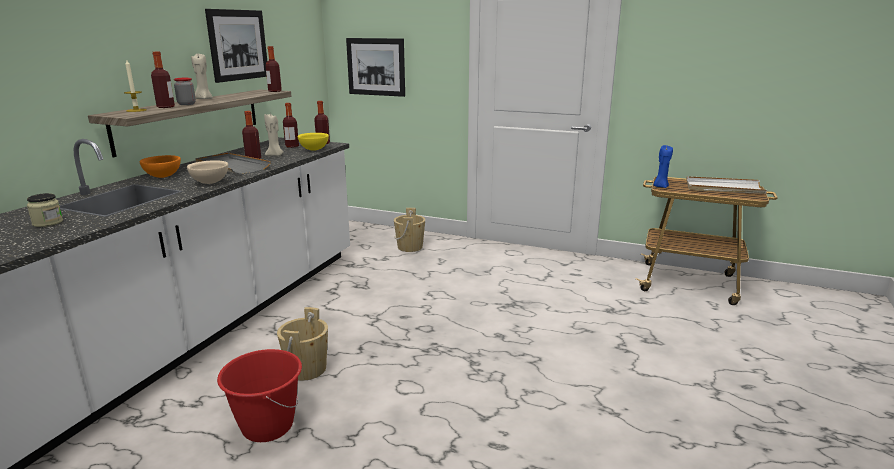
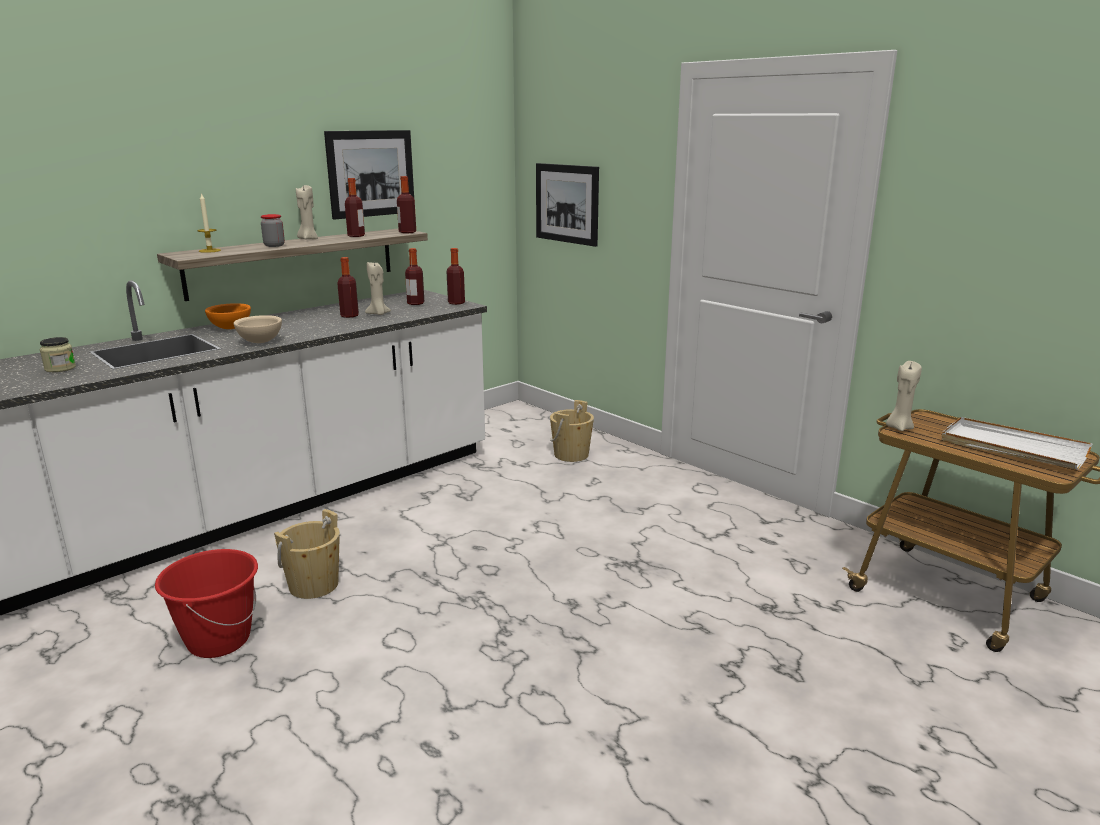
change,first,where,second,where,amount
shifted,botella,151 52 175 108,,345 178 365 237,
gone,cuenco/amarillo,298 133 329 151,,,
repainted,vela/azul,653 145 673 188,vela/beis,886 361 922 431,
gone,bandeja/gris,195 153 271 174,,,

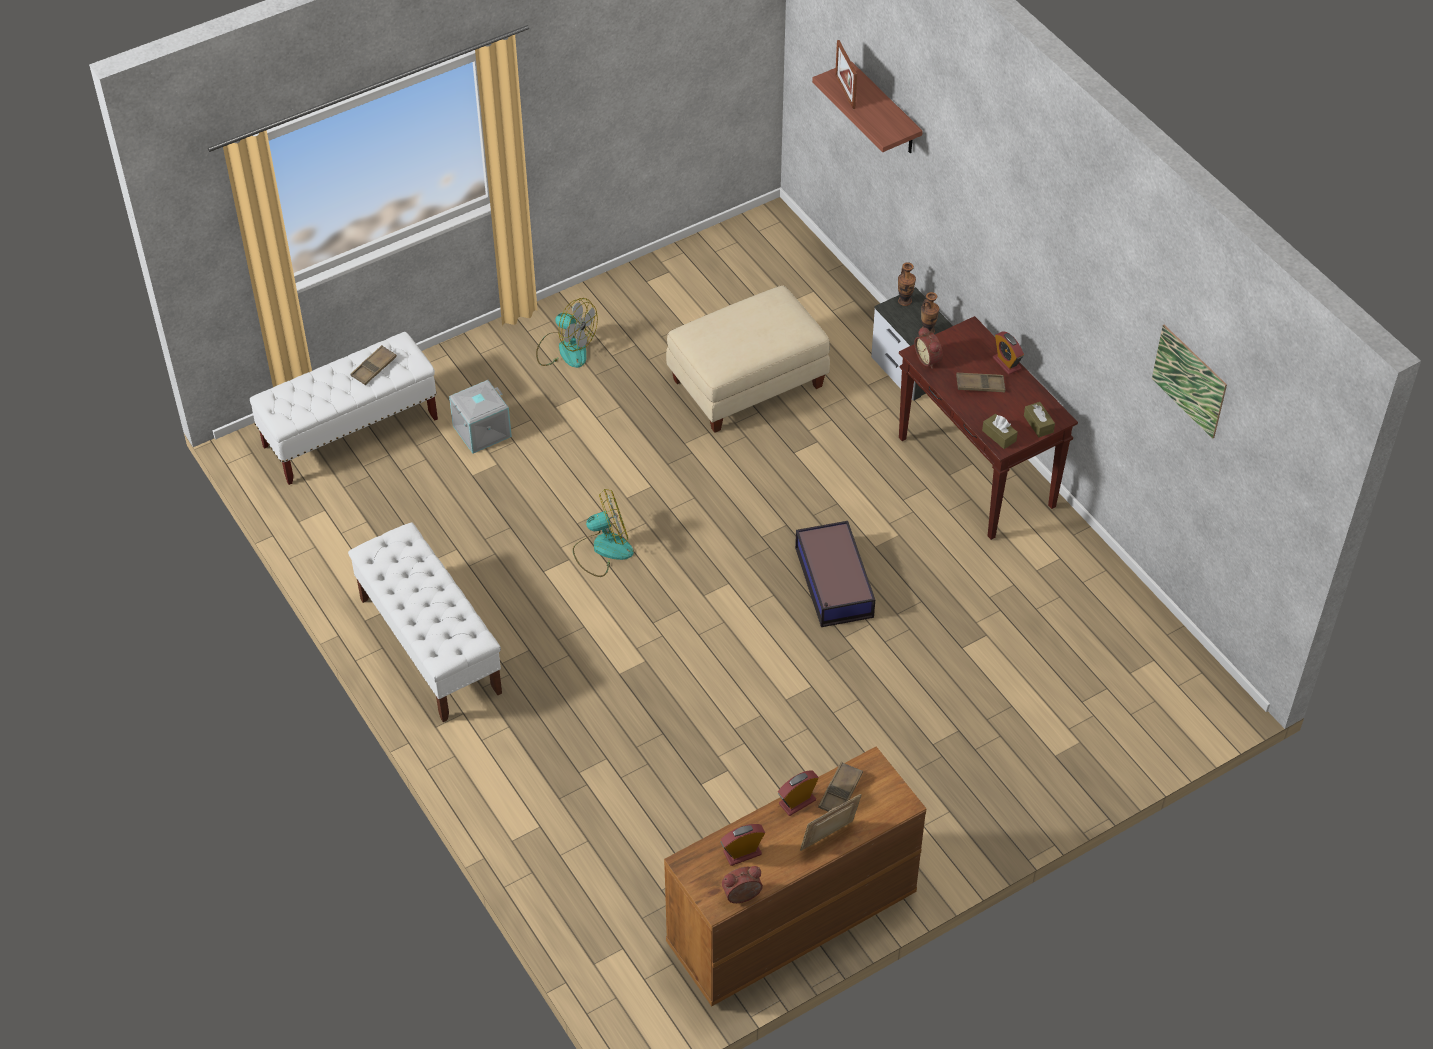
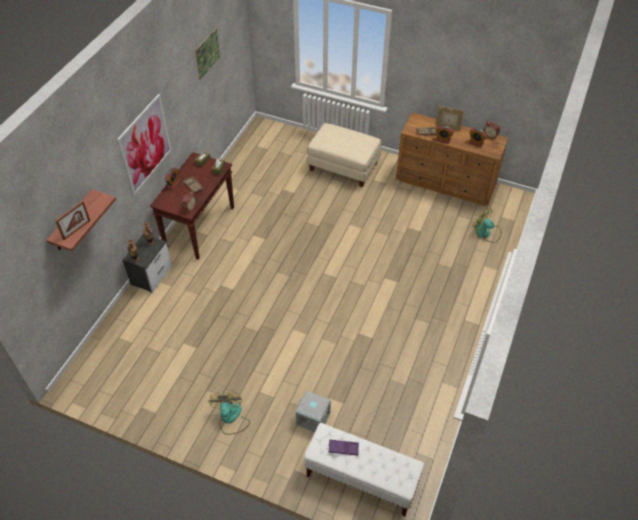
change,first,where,second,where,amount
shifted,puf/beis,666 285 830 433,,307 123 381 187,
repainted,bandeja/marrón,350 345 397 385,bandeja/morado,329 440 359 456,
shifted,ventilador,573 489 634 577,,472 208 502 243,
gone,caja de almacenaje,795 521 875 627,,,
gone,banco/blanco,348 522 502 722,,,
new,,,cuadro,117 94 172 195,

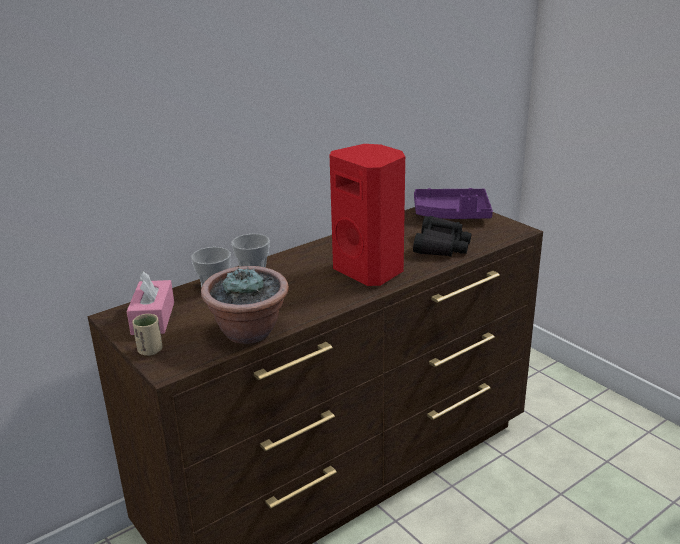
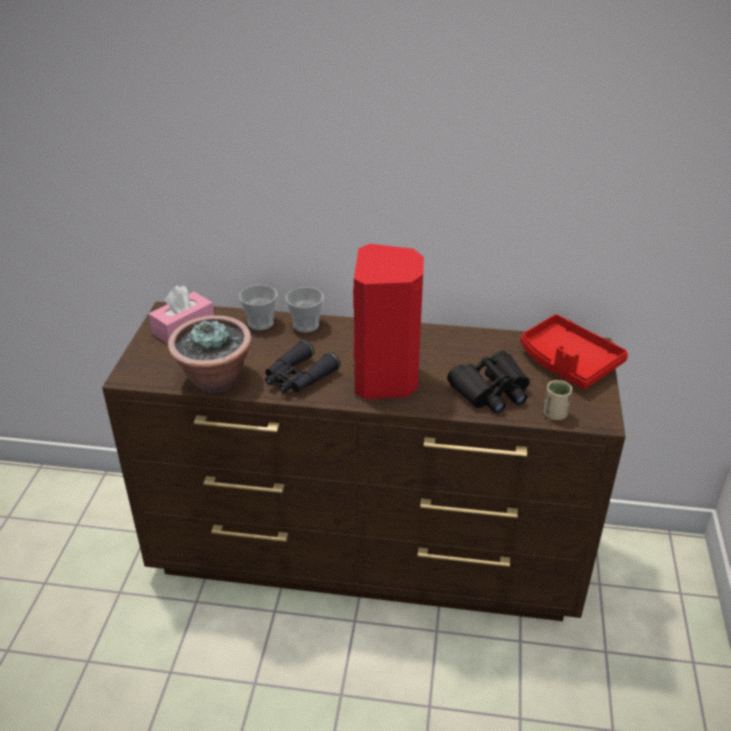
change,first,where,second,where,amount
repainted,bandeja/morado,414 188 493 219,bandeja/rojo,521 314 628 389,
shifted,taza/beis,132 314 163 356,,544 380 572 420,
new,,,prismáticos/negro,265 339 341 393,

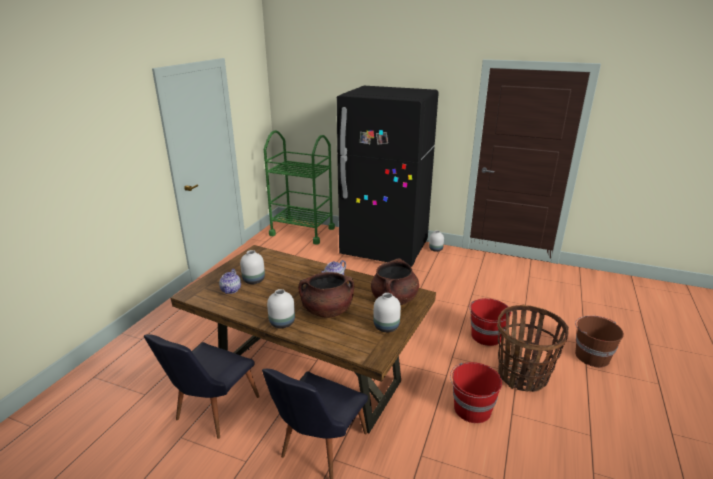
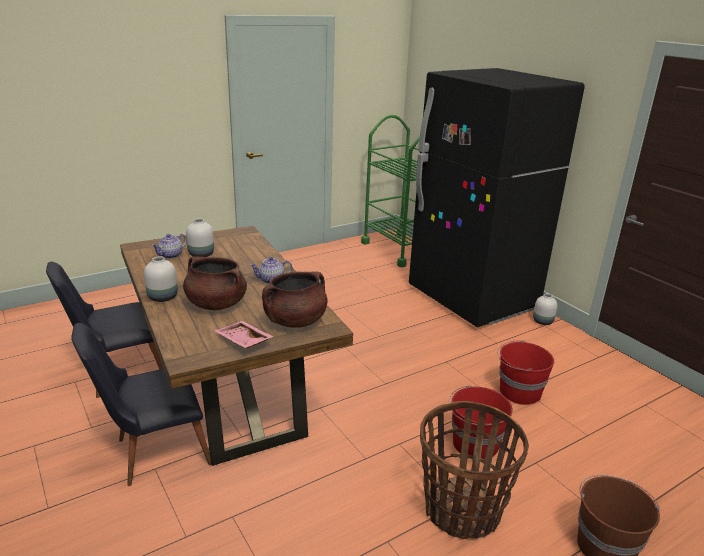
change,first,where,second,where,amount
swapped,florero/blanco,373 293 401 332,bandeja/rosa,214 321 274 348,
shifted,cubo/rojo,450 362 502 423,,497 340 554 405,

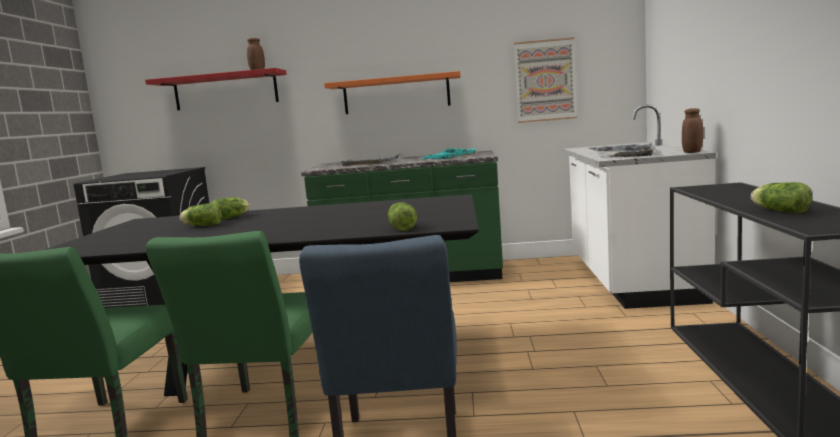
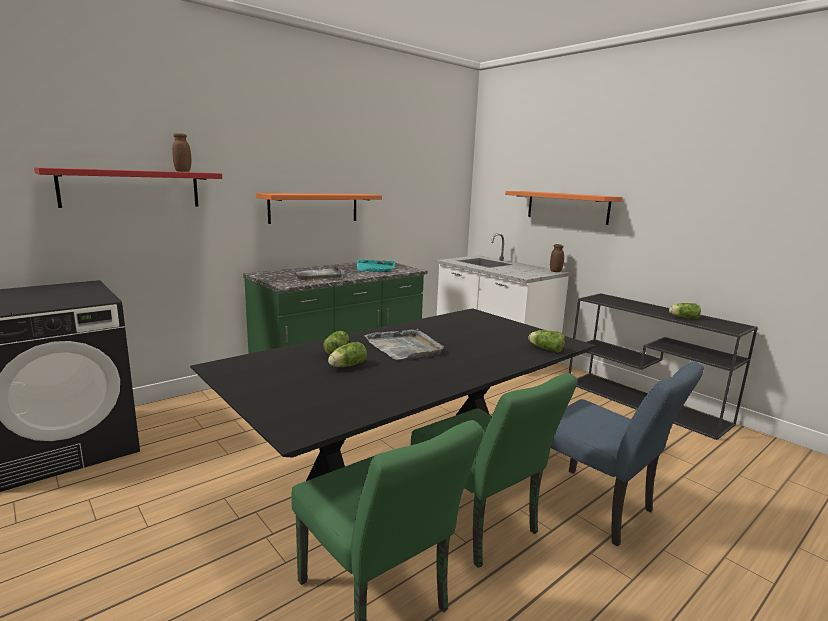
change,first,where,second,where,amount
gone,cuadro,514 37 577 123,,,
shifted,bandeja/gris,596 143 656 157,,364 329 444 360,
new,,,estante/naranja,505 191 622 225,

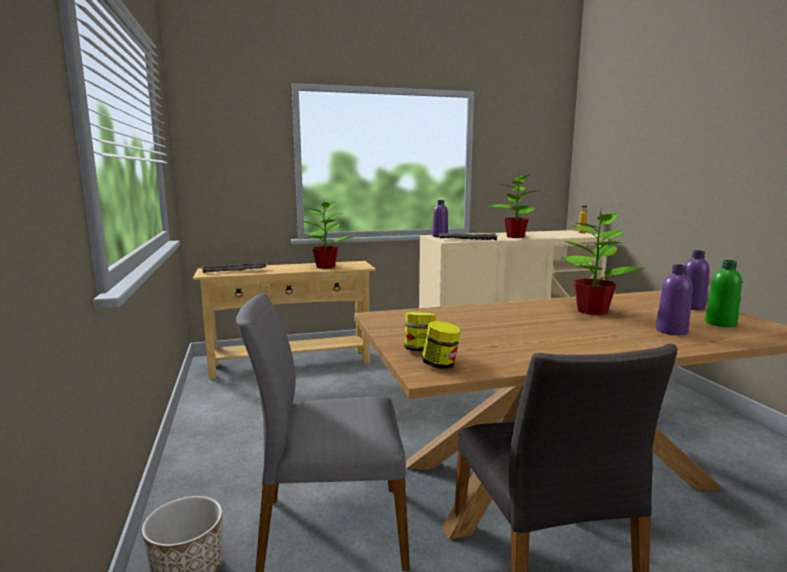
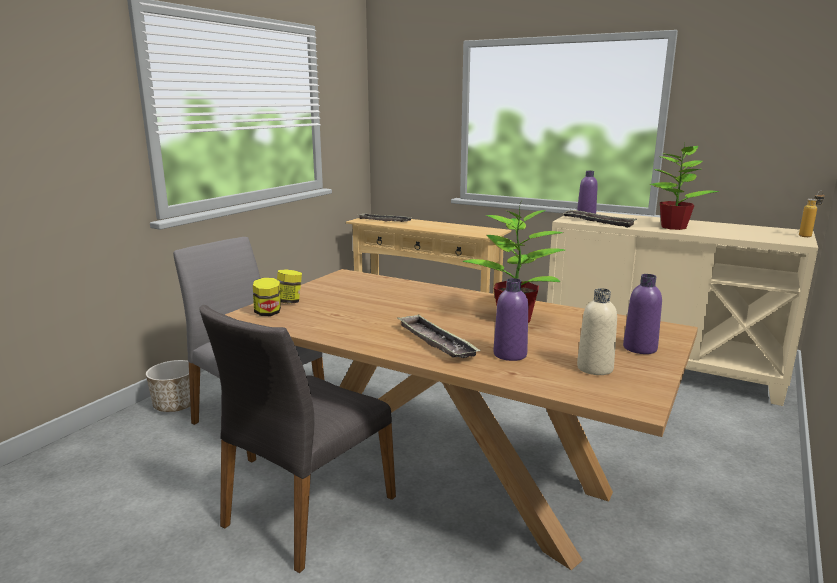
change,first,where,second,where,amount
gone,planta en maceta,303 202 355 269,,,
repainted,botella/verde,705 260 742 327,botella/beis,577 288 617 375,
new,,,bandeja,397 315 481 358,

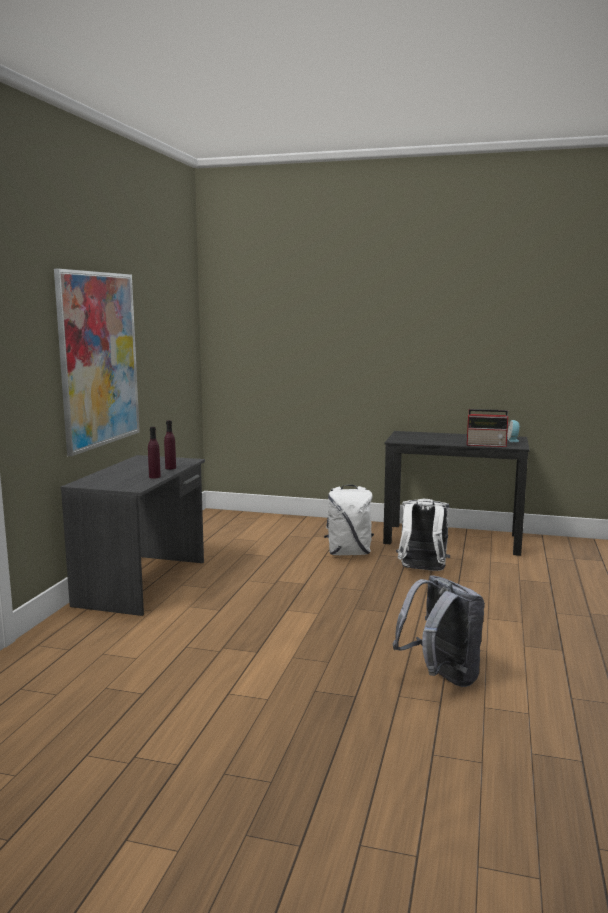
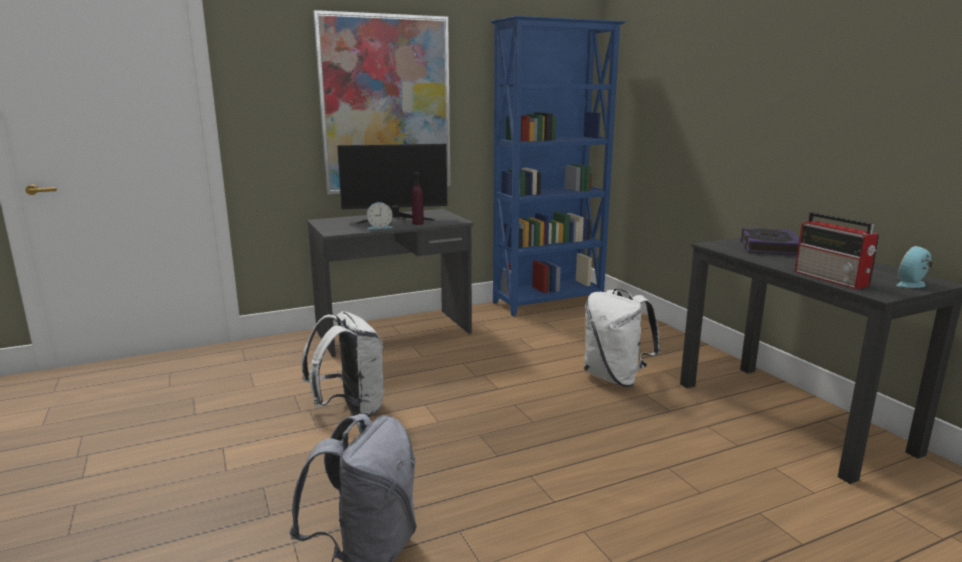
change,first,where,second,where,amount
swapped,botella/morado,148 427 161 478,despertador,367 202 393 230,
shifted,mochila/blanco,396 499 450 571,,302 311 384 418,
new,,,estantería/azul,490 16 626 316,
new,,,monitor,337 144 447 224,
new,,,libro,741 228 799 255,

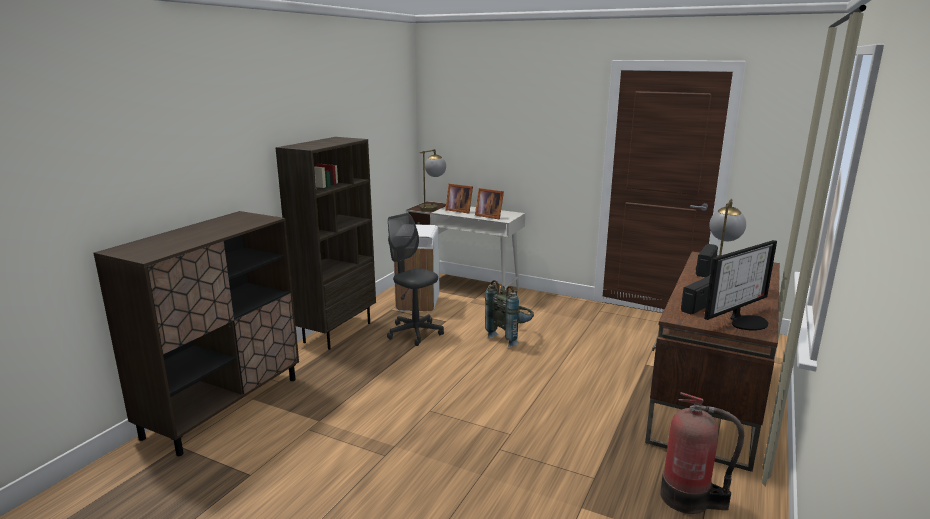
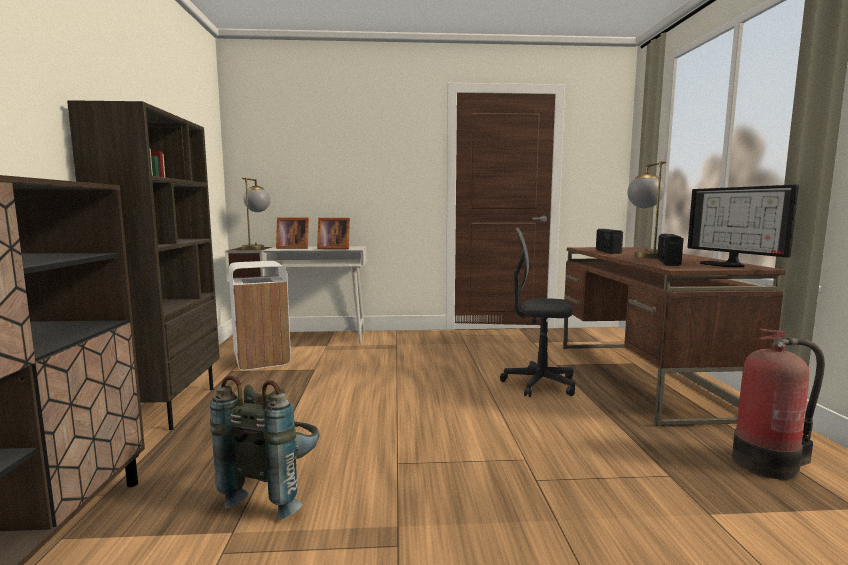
change,first,where,second,where,amount
shifted,silla de oficina/gris,387 213 444 346,,500 227 575 397,
rotated,monitor,704 240 777 331,,687 185 799 267,135 degrees clockwise
shifted,mochila/gris,485 280 534 347,,210 376 320 520,

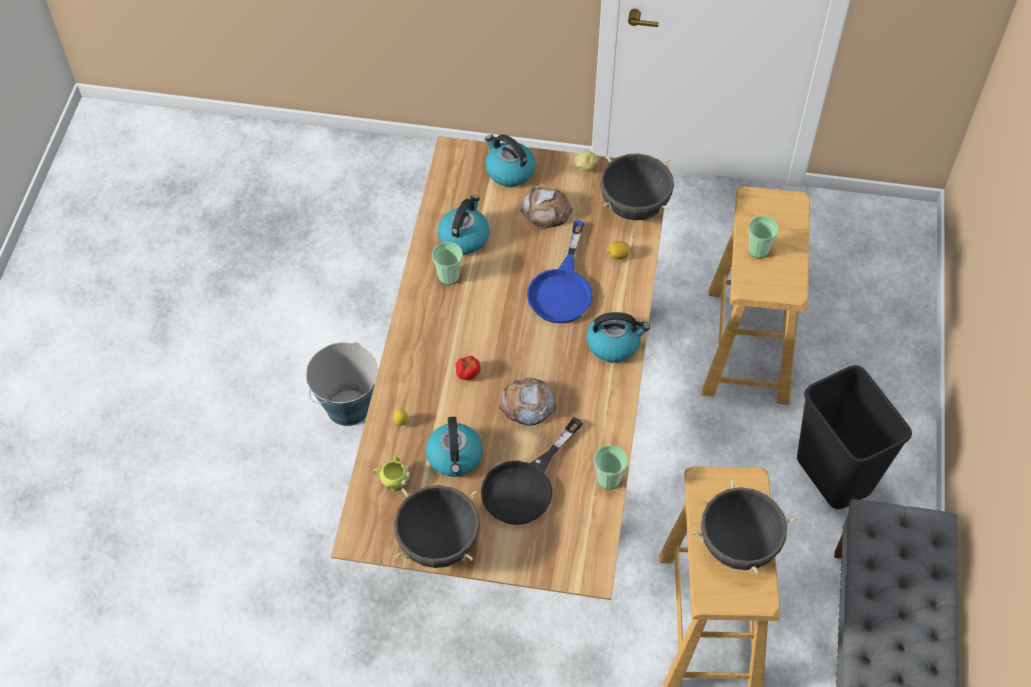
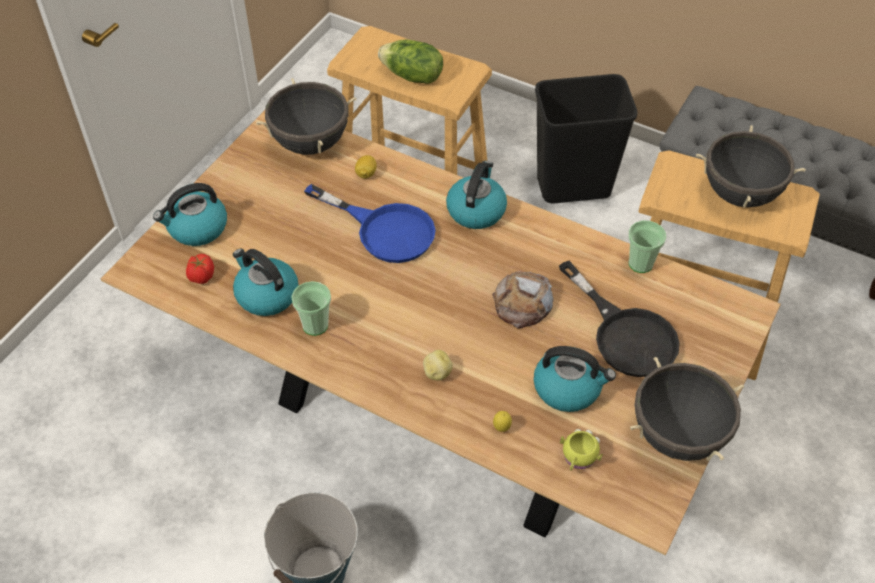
change,first,where,second,where,amount
shifted,patata,575 150 598 172,,423 350 453 381,
gone,pan,521 186 573 230,,,
swapped,taza,748 216 779 258,lechuga,378 40 443 84,
shifted,tomate,455 356 481 380,,186 254 214 284,

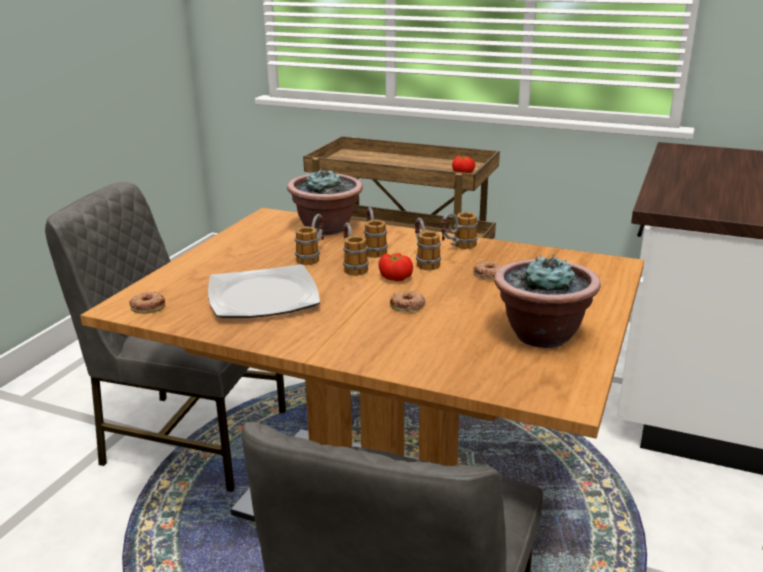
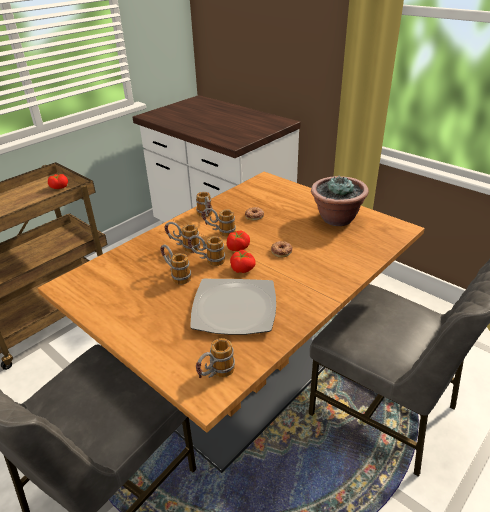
change,first,where,second,where,amount
gone,planta en maceta,287 168 363 235,,,
swapped,rosquilla,129 292 165 314,taza grande,196 338 235 378,
new,,,tomate,230 250 256 273,

